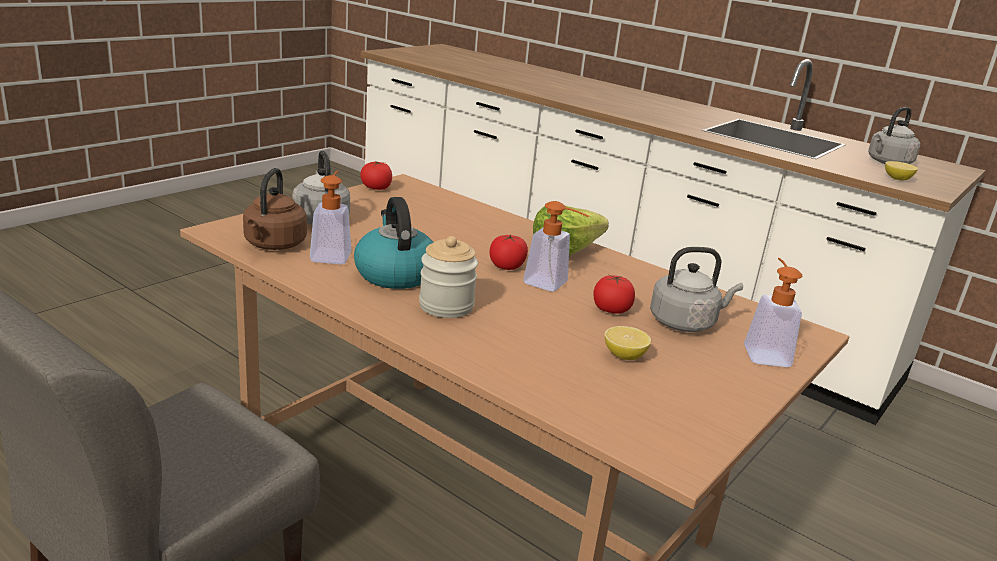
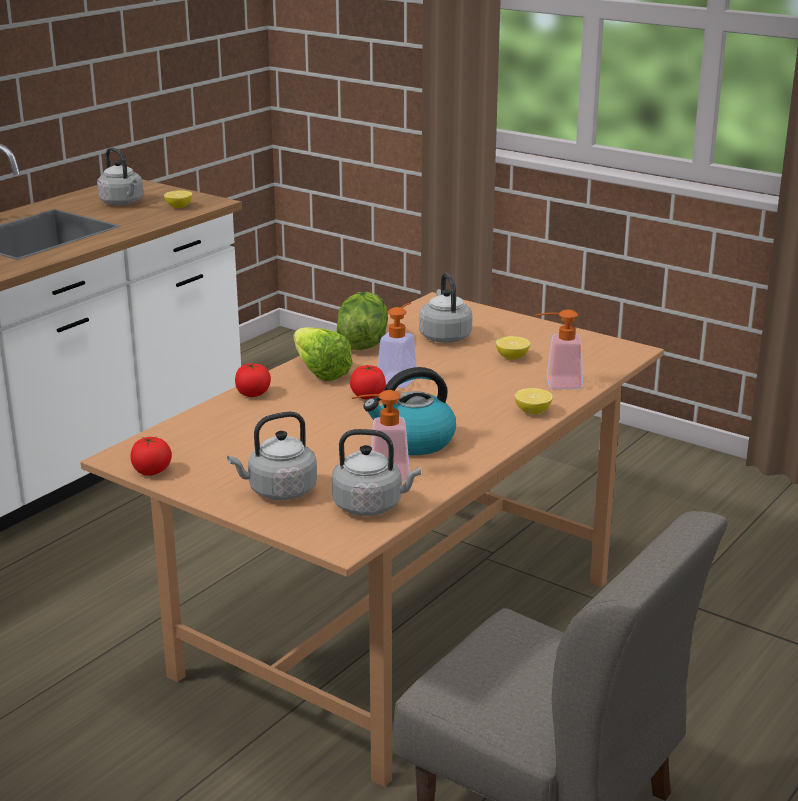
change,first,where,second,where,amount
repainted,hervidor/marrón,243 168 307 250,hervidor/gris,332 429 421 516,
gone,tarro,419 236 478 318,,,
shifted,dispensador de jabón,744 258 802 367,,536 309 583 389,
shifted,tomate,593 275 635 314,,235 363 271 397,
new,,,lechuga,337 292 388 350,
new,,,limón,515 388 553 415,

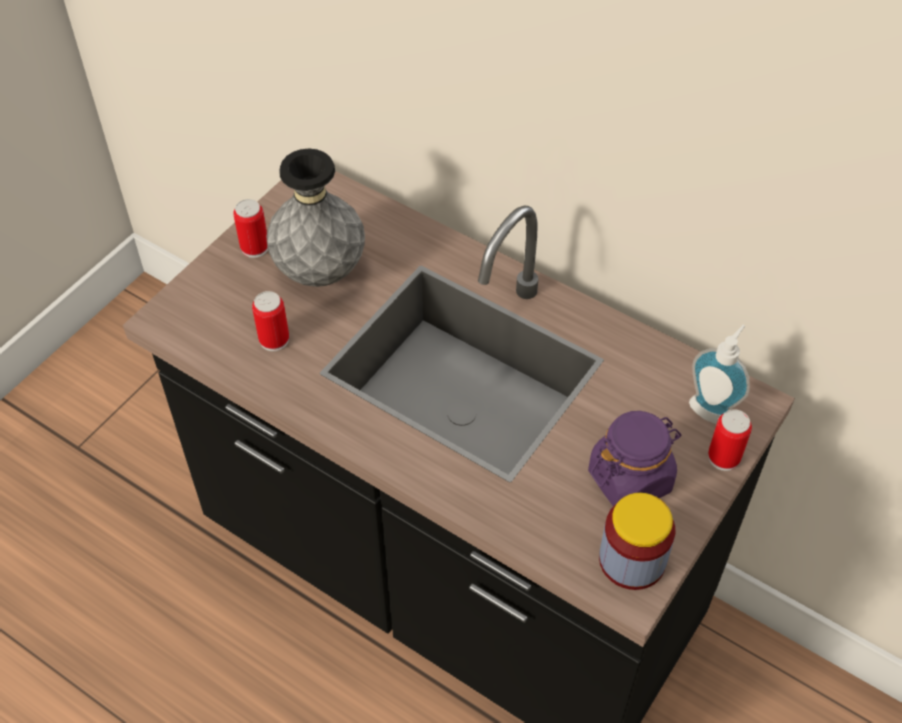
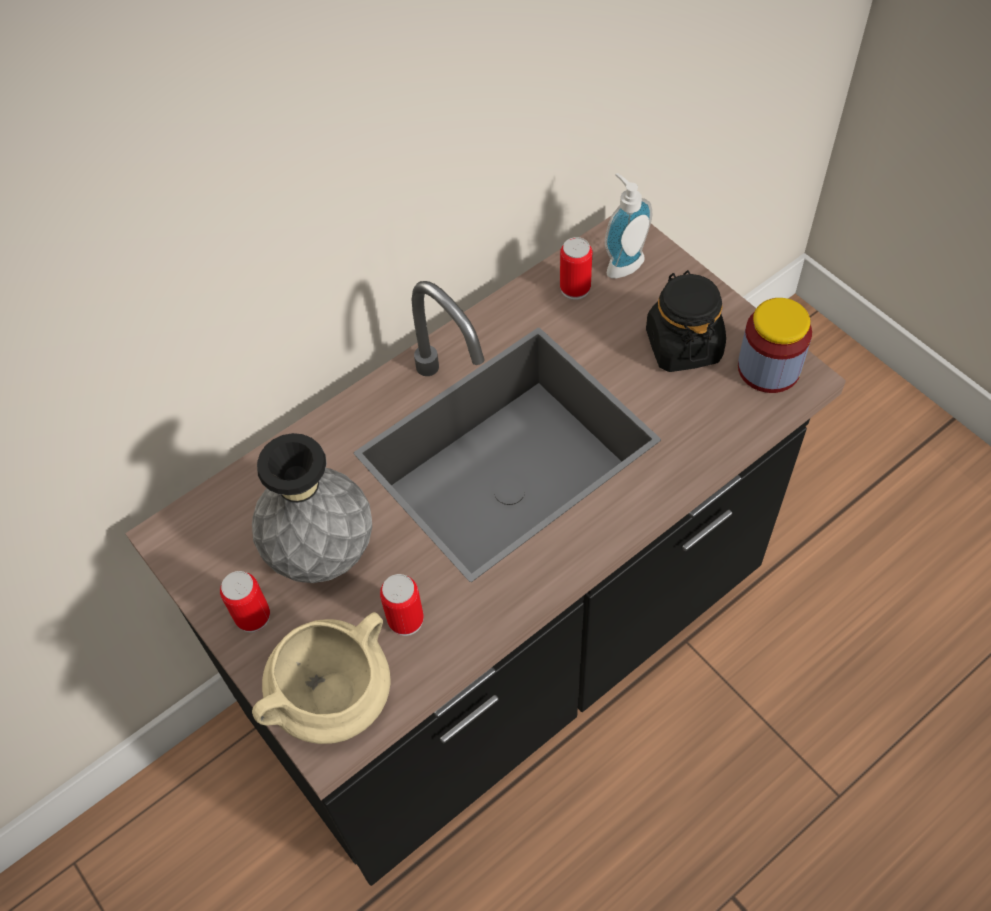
change,first,where,second,where,amount
shifted,lata,708 409 752 471,,560 237 592 300,
repainted,tarro/morado,588 411 681 506,tarro/negro,646 270 726 372,
new,,,olla/beis,252 612 391 744,

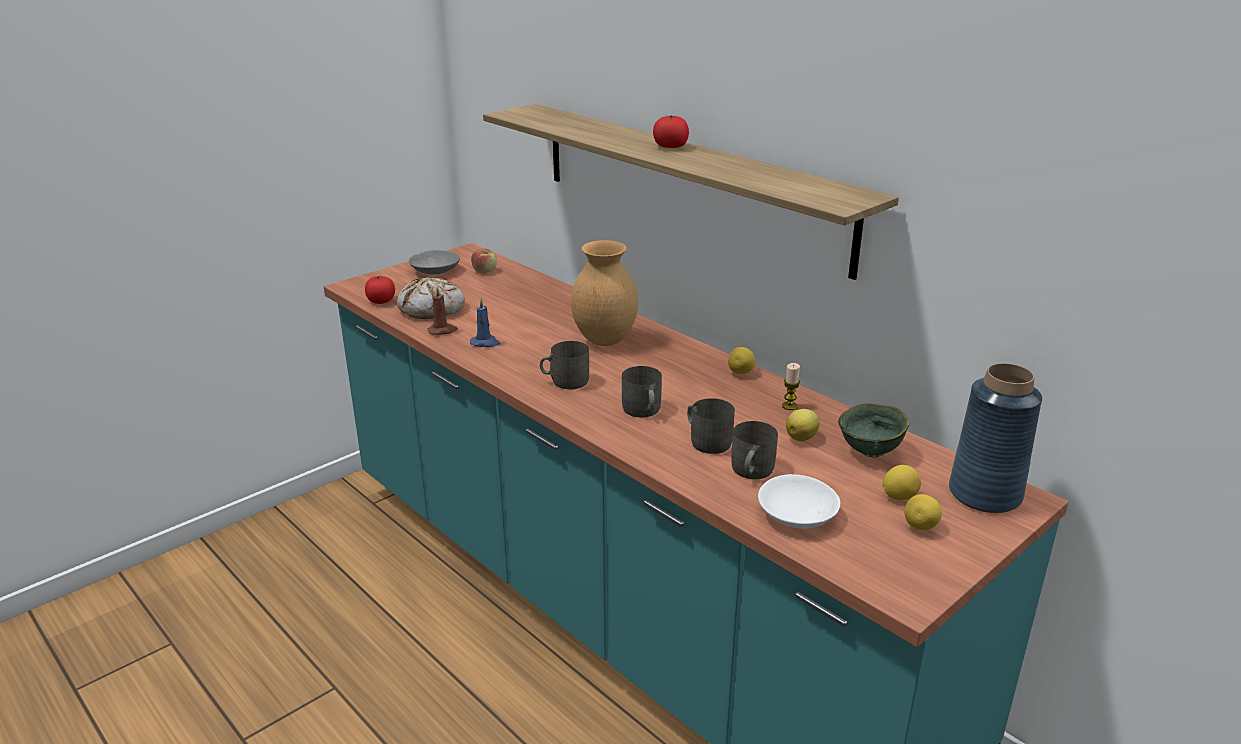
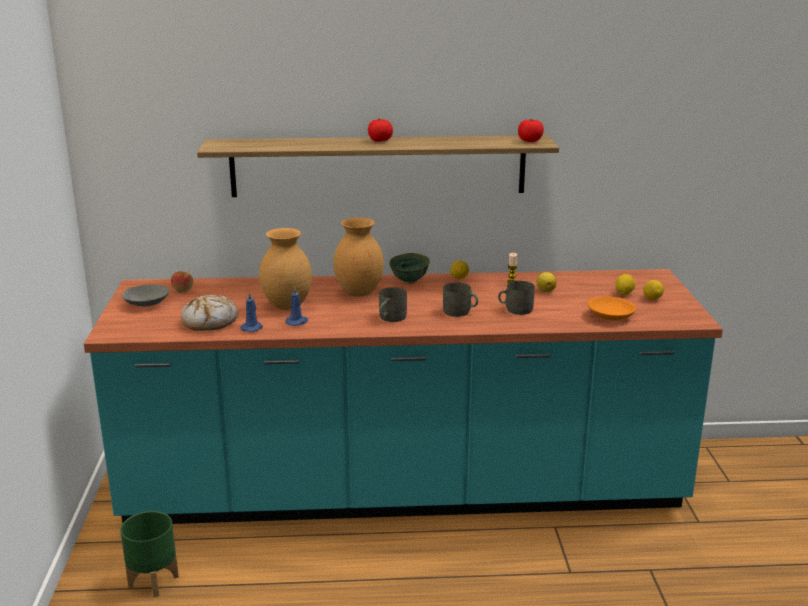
change,first,where,second,where,amount
shifted,tomate,365 275 395 304,,518 119 544 142,
repainted,vela/marrón,427 286 458 335,vela/azul,241 291 263 332,
gone,florero/azul,949 363 1042 513,,,
shifted,cuenco/verde,838 403 910 458,,389 253 429 284,
gone,taza grande/gris,731 421 778 479,,,
repainted,cuenco/blanco,758 474 840 529,cuenco/naranja,587 296 636 321,
new,,,florero/marrón,259 228 312 310,
new,,,maceta/verde,120 511 179 597,

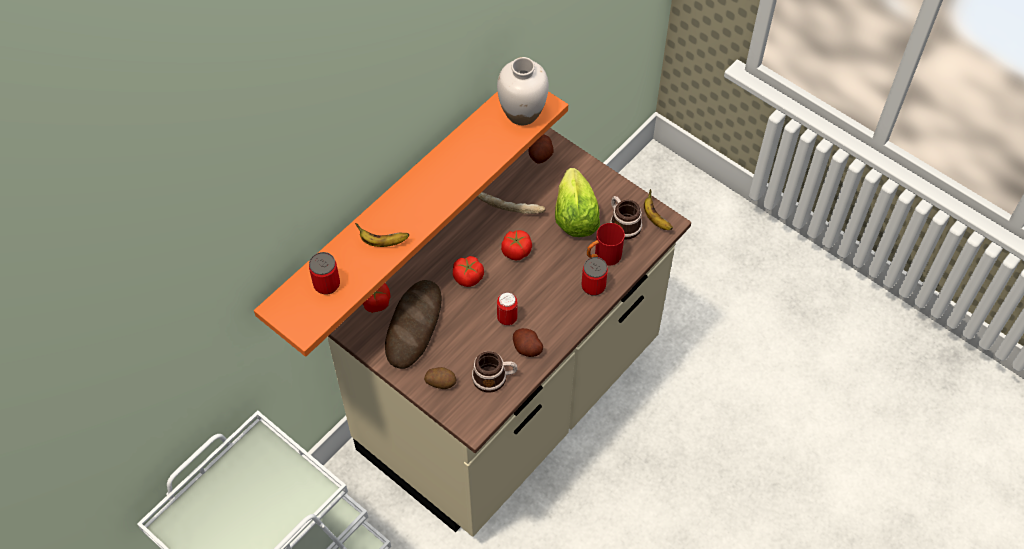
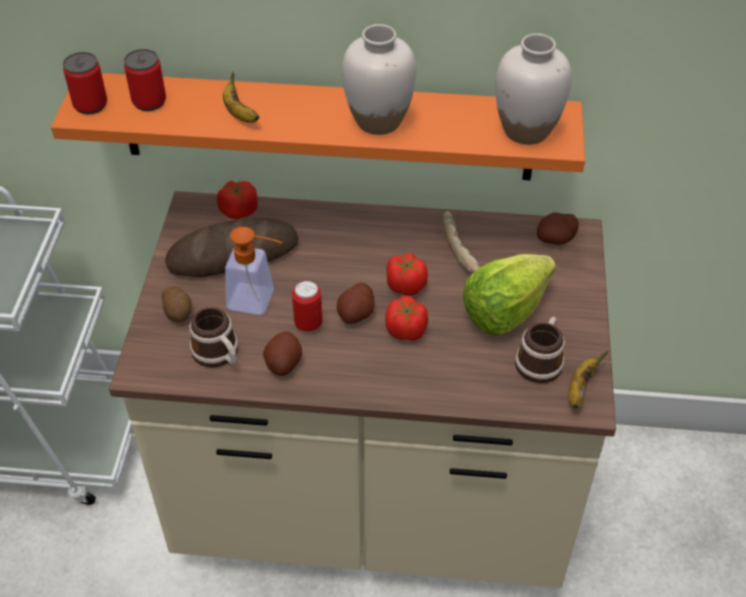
change,first,where,second,where,amount
gone,taza grande/rojo,587 223 625 266,,,
shifted,tomate,453 256 484 287,,385 296 428 341,
shifted,lata,581 257 608 296,,63 52 107 114,
new,,,florero/blanco,342 24 416 135,
new,,,dispensador de jabón,225 227 282 315,
new,,,patata,337 283 374 324,

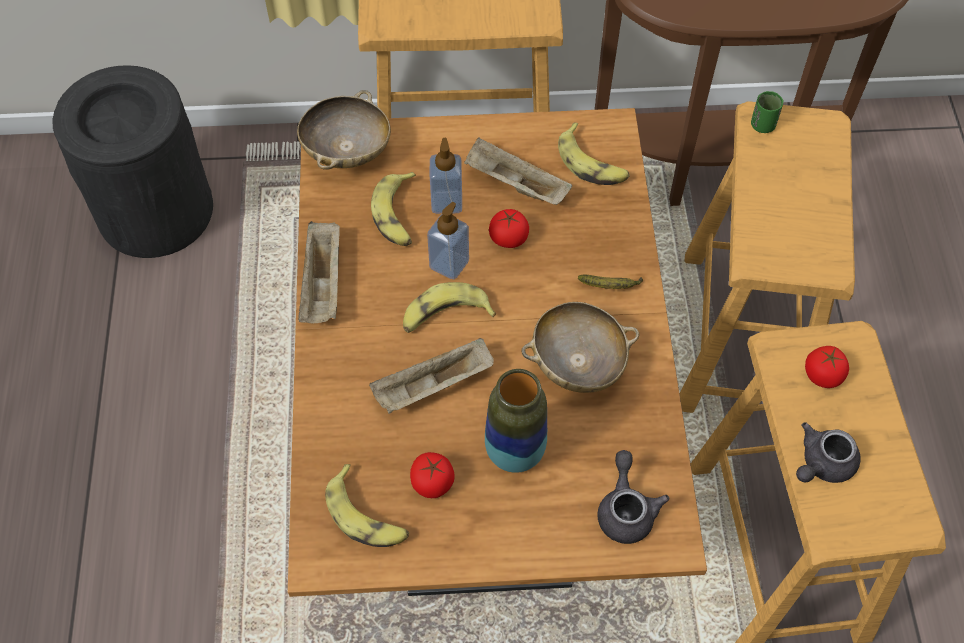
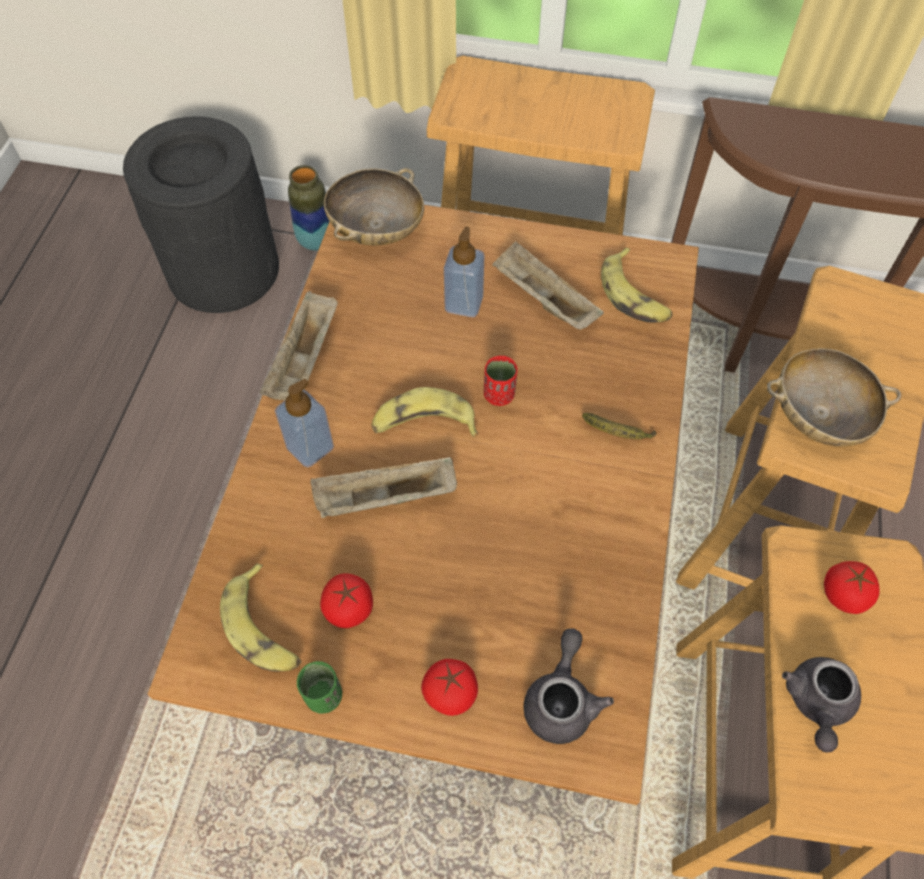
change,first,where,second,where,amount
shifted,taza/verde,751 91 783 133,,297 661 342 714,
gone,plátano,371 172 416 246,,,
shifted,dispensador de jabón,427 202 469 279,,275 379 334 467,
shifted,tomate,489 209 529 248,,421 659 478 716,
shifted,cuenco/beis,521 302 639 393,,766 348 901 447,
shifted,florero,485 369 547 473,,288 165 329 251,
rotated,tetera/gris,796 422 861 483,,782 657 861 753,45 degrees counterclockwise
new,,,taza/rojo,484 355 518 406,

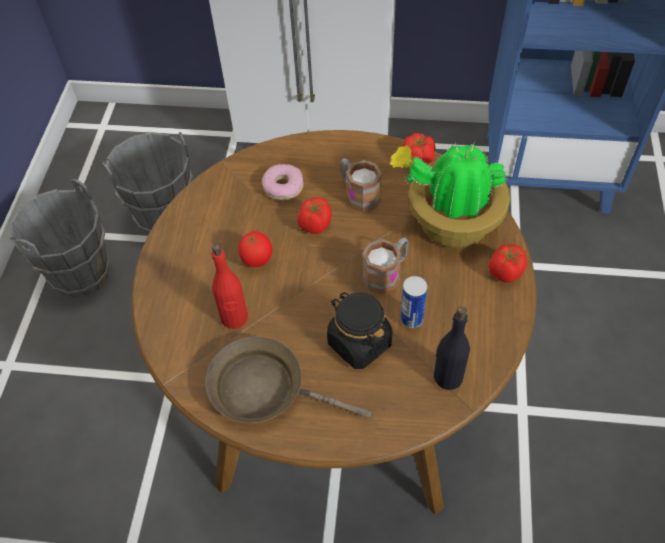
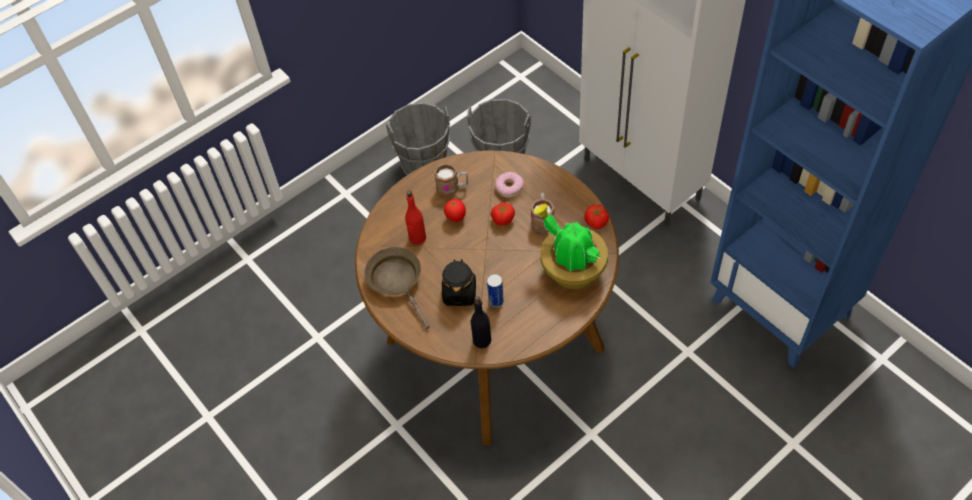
change,first,where,second,where,amount
shifted,taza grande,362 237 409 294,,434 163 468 197,
gone,tomate,488 244 527 283,,,

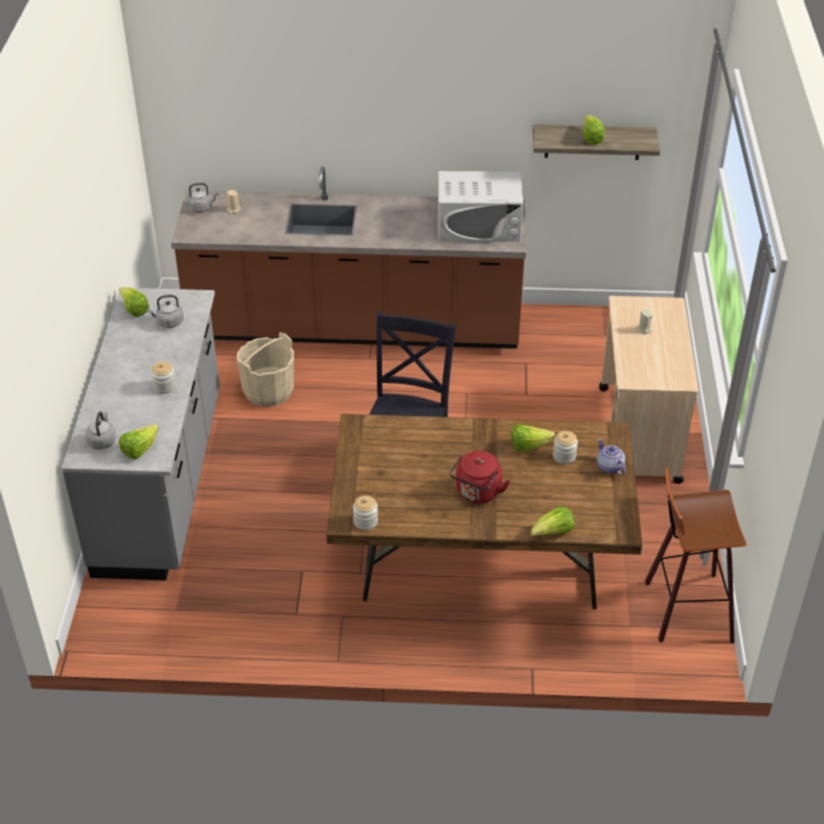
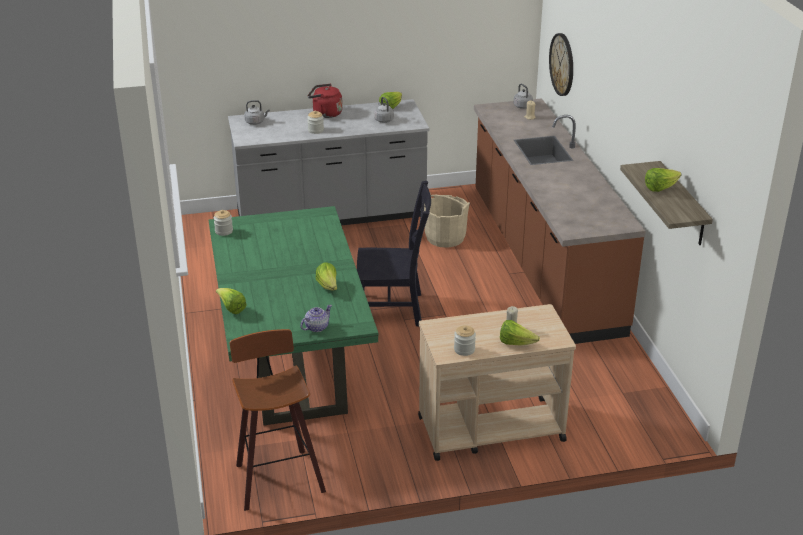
change,first,where,second,where,amount
gone,microondas/blanco,438 171 523 242,,,
repainted,mesa de comedor/marrón,326 414 642 609,mesa de comedor/verde,209 206 378 426,
shifted,lechuga,119 424 159 459,,500 320 540 345,
shifted,tarro,553 431 578 464,,454 325 476 356,
shifted,hervidor/rojo,450 451 510 503,,308 84 342 118,
new,,,reloj de pared,549 33 573 96,

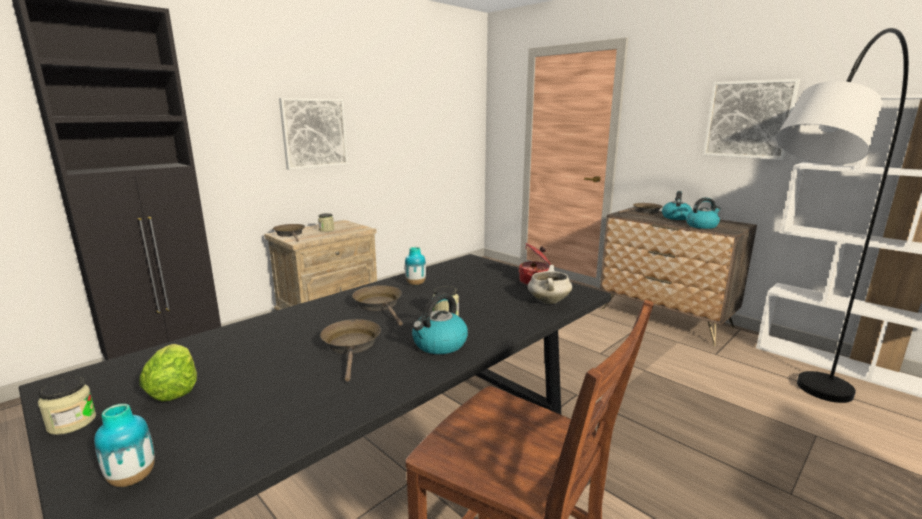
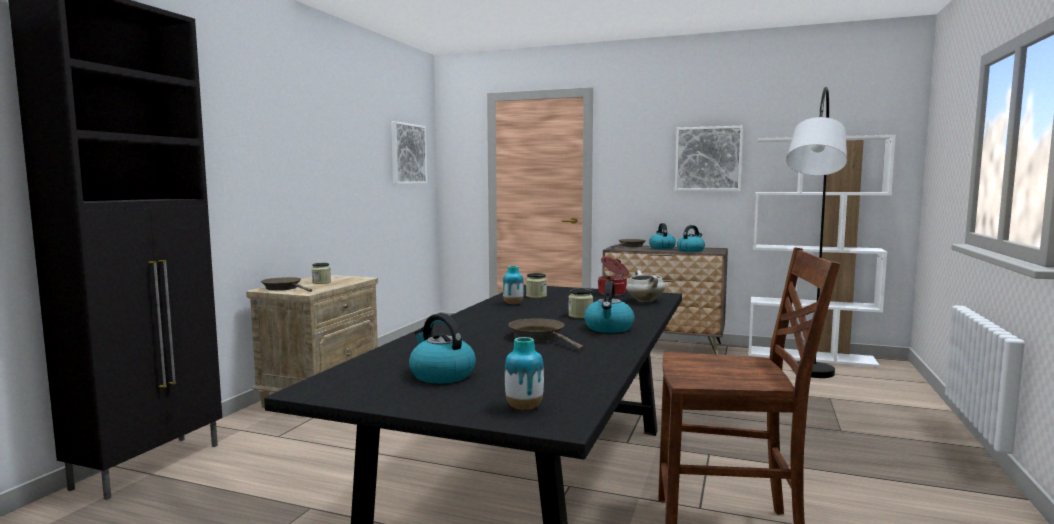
change,first,where,second,where,amount
shifted,cuadro,279 98 348 170,,391 121 427 184,
gone,sartén/marrón,352 285 403 326,,,
swapped,lechuga,139 344 197 401,hervidor,409 313 476 383,
shifted,tarro,38 377 96 435,,526 273 547 298,

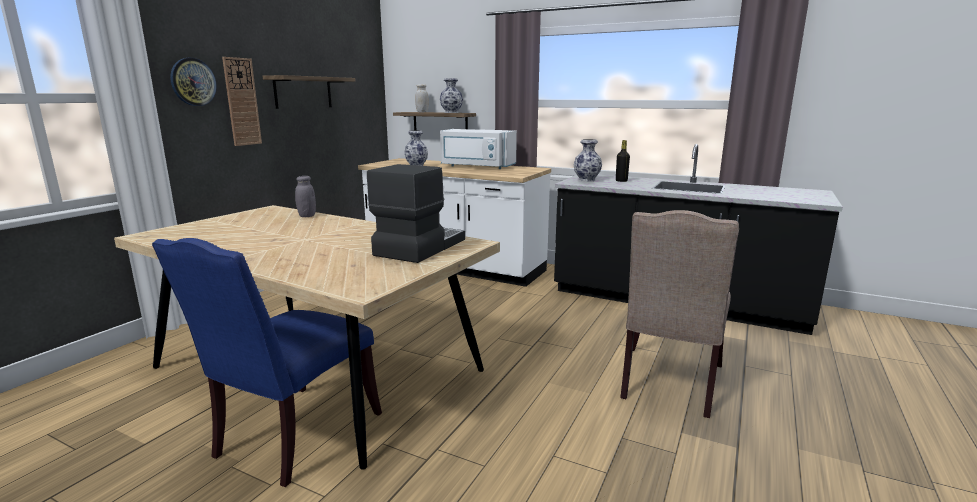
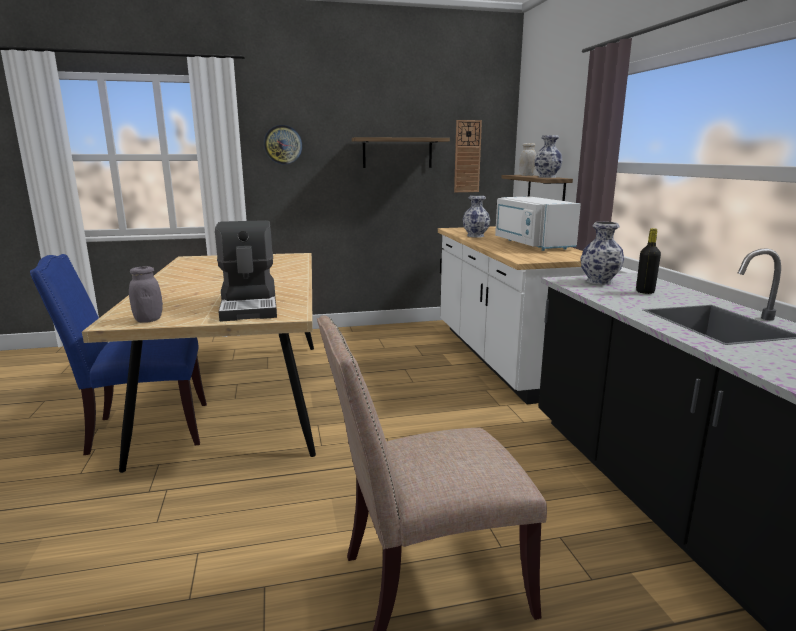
change,first,where,second,where,amount
shifted,reloj de pared,222 57 262 146,,454 120 482 192,
rotated,cafetera,367 164 465 263,,215 220 277 322,90 degrees clockwise
shifted,tarro/gris,295 176 316 217,,129 266 163 323,

